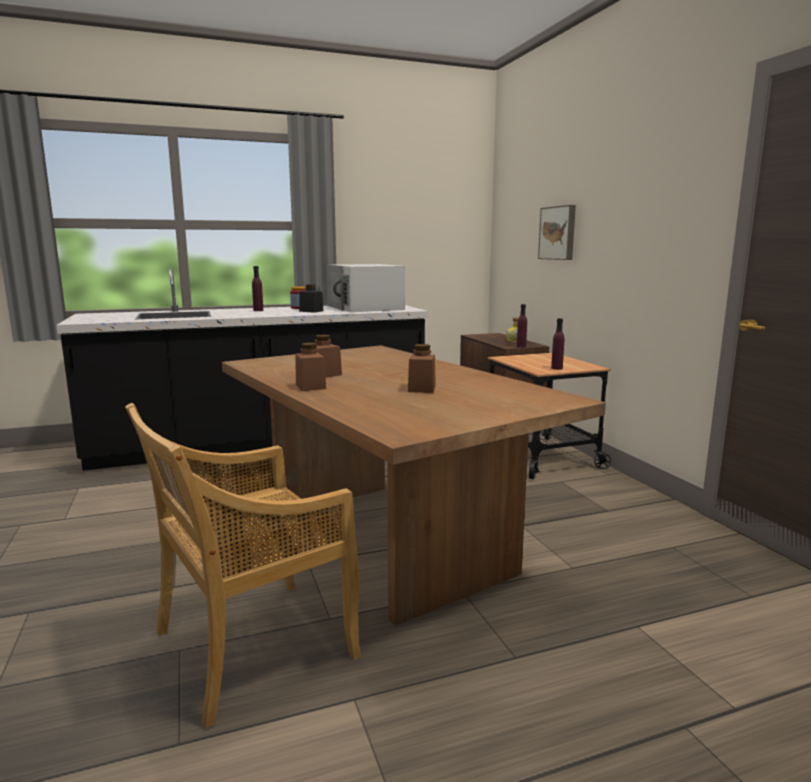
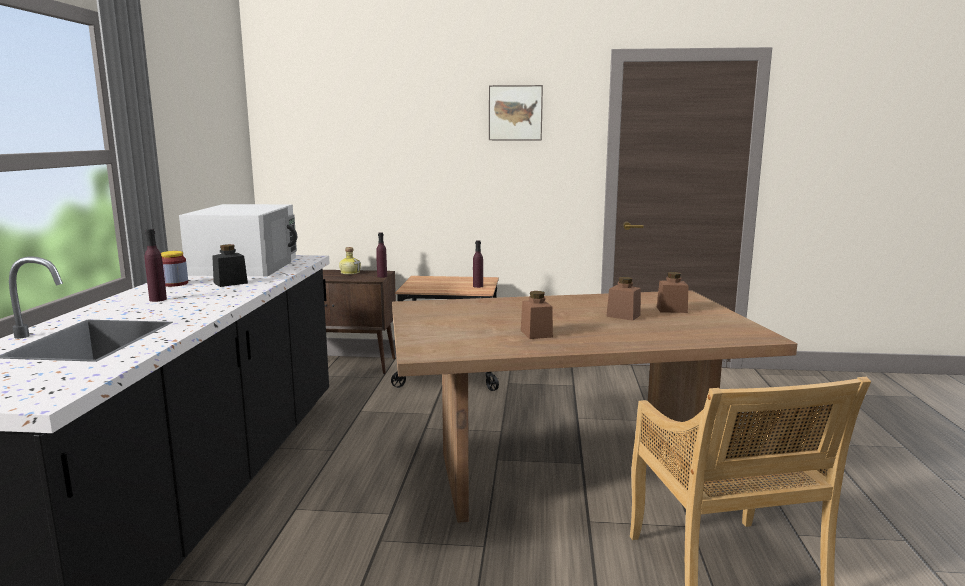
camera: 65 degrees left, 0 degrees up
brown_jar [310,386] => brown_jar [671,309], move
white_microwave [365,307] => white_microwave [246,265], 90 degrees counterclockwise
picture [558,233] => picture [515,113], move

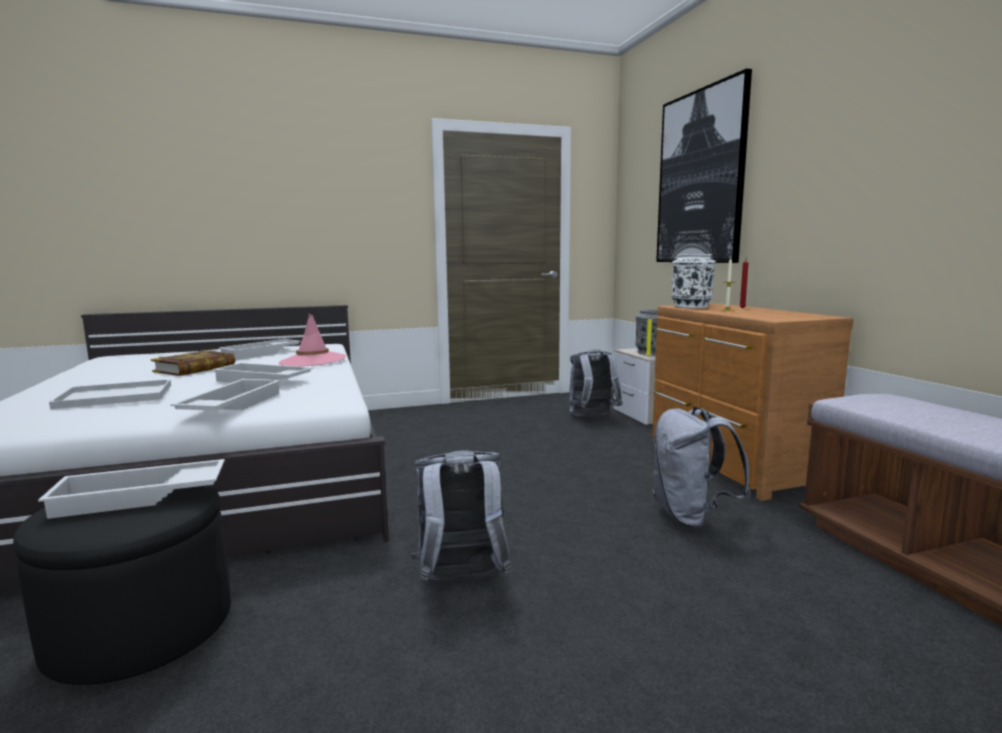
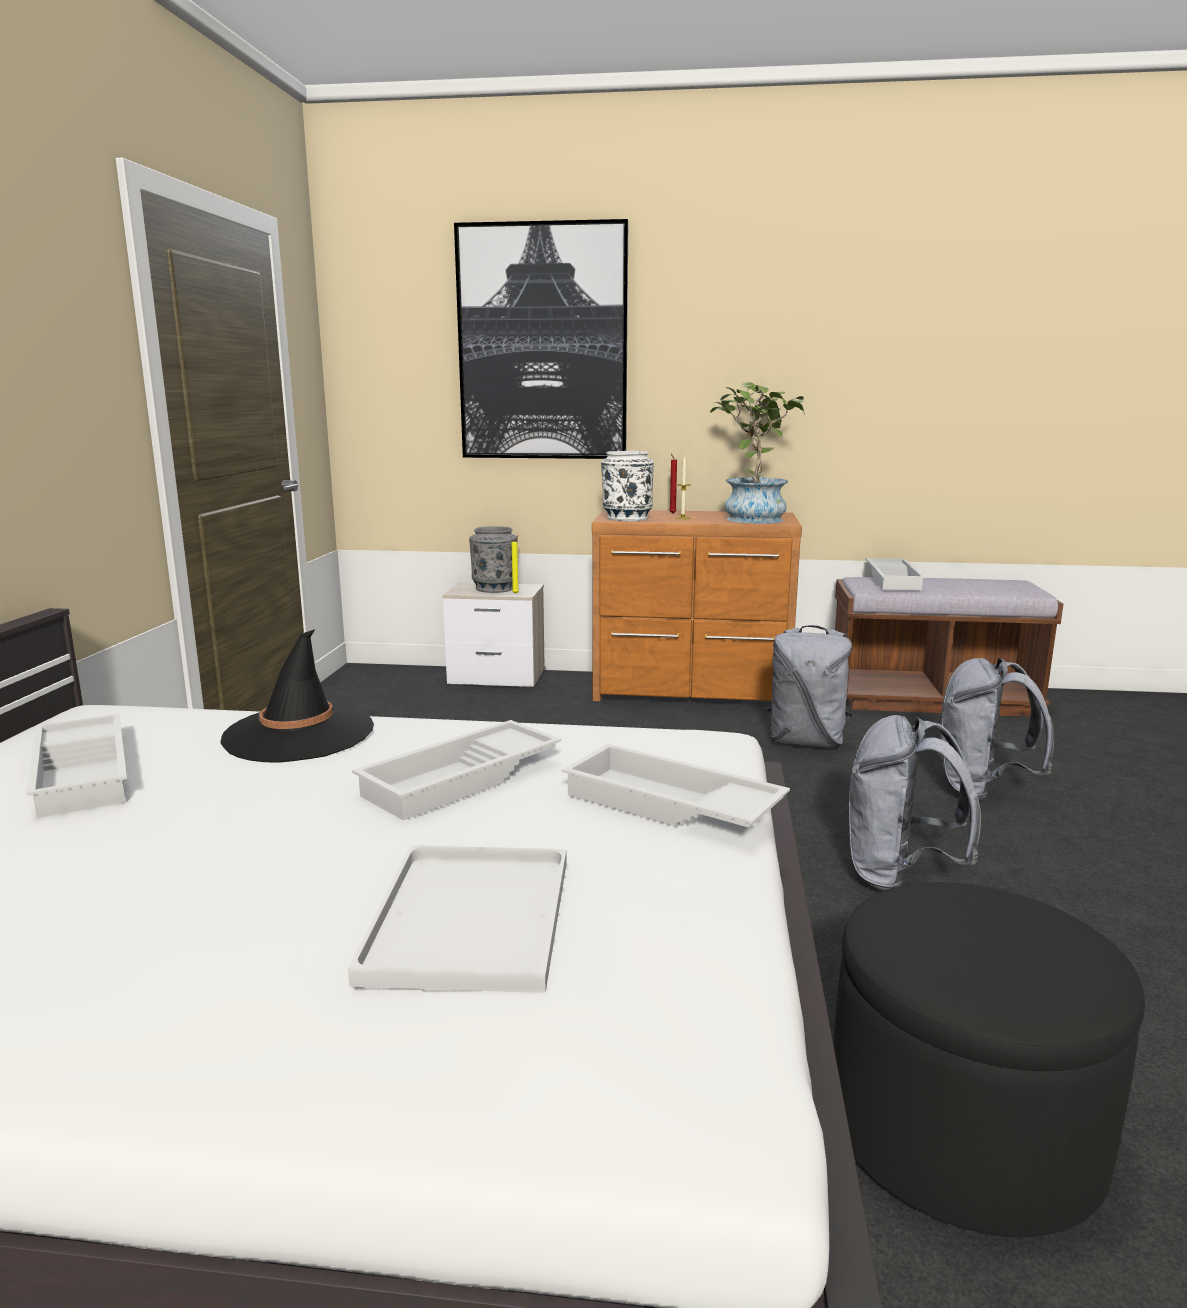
camera: 65 degrees left, 5 degrees up
white_tray [139,497] => white_tray [894,580], move
book [195,369] => nothing
pink_hat [313,361] => black_hat [299,734]
grey_backpack [592,418] => grey_backpack [981,790], move
nothing => potted_plant [753,518]

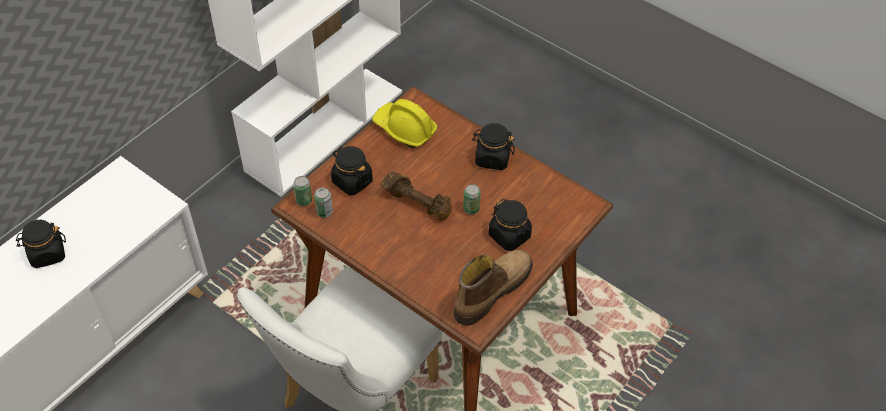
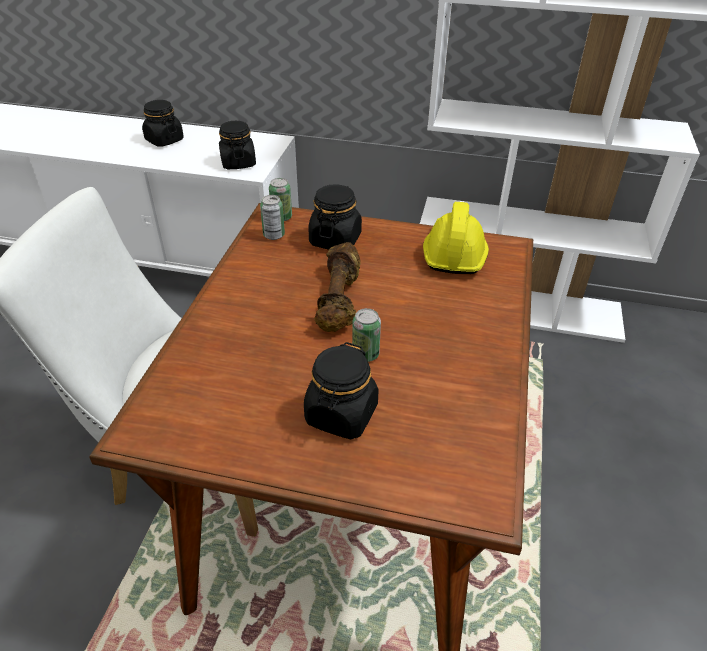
camera: 65 degrees right, 10 degrees down
boot [491,290] => nothing
black_jar [492,158] => black_jar [238,163], move

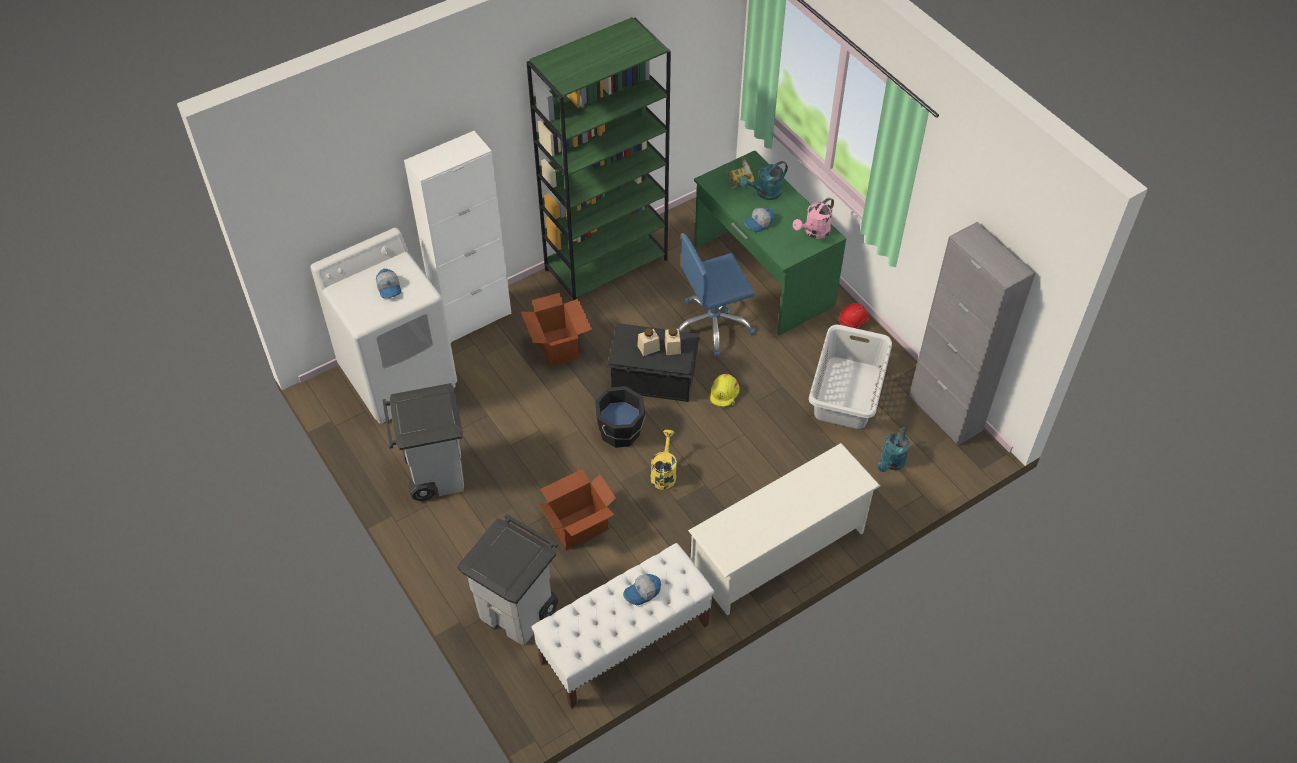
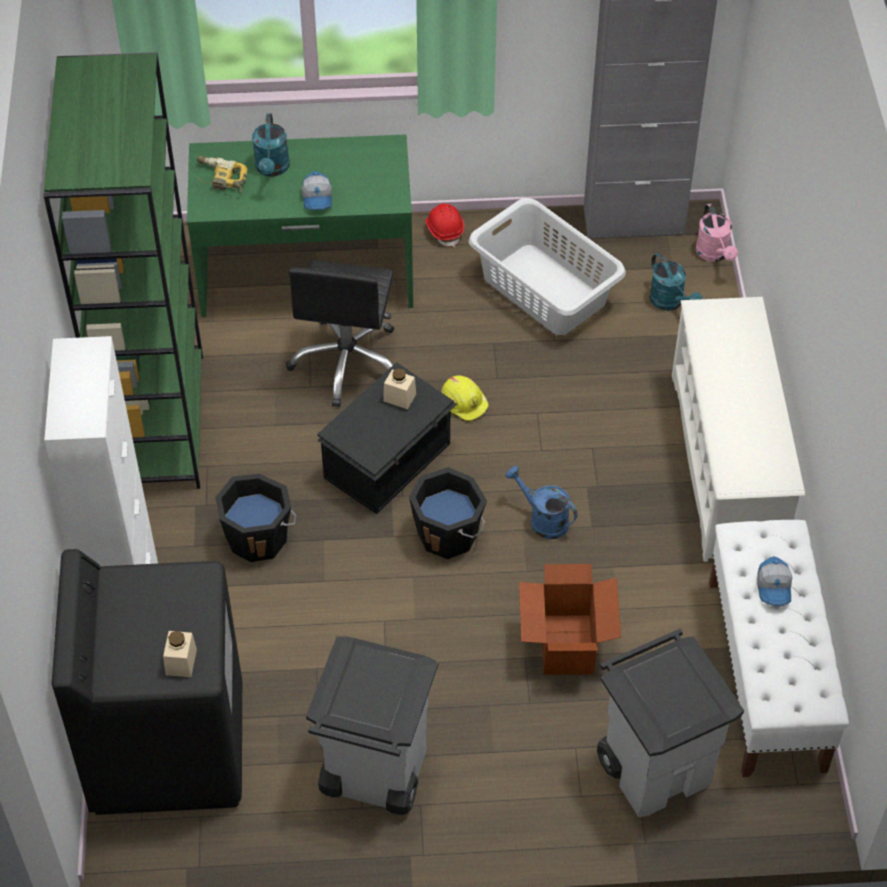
camera: 60 degrees left, 0 degrees up
white_washing_machine [399,376] => black_washing_machine [167,746]
cap [389,288] => nothing
cardboard_box [558,346] => black_bucket [258,537]
beige_jar [648,348] => beige_jar [181,662], move
yellow_watering_can [663,473] => blue_watering_can [542,519]
blue_office_chair [713,325] => black_office_chair [348,361]
pink_watering_can [814,232] => pink_watering_can [714,254], move

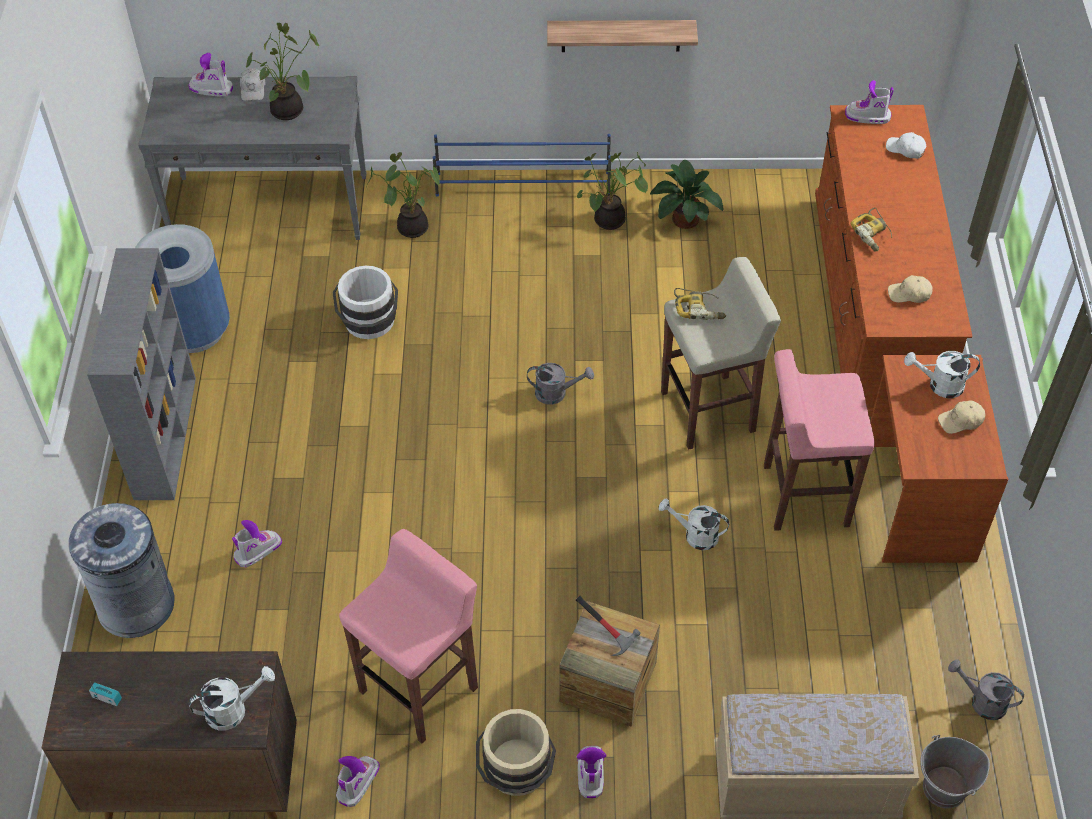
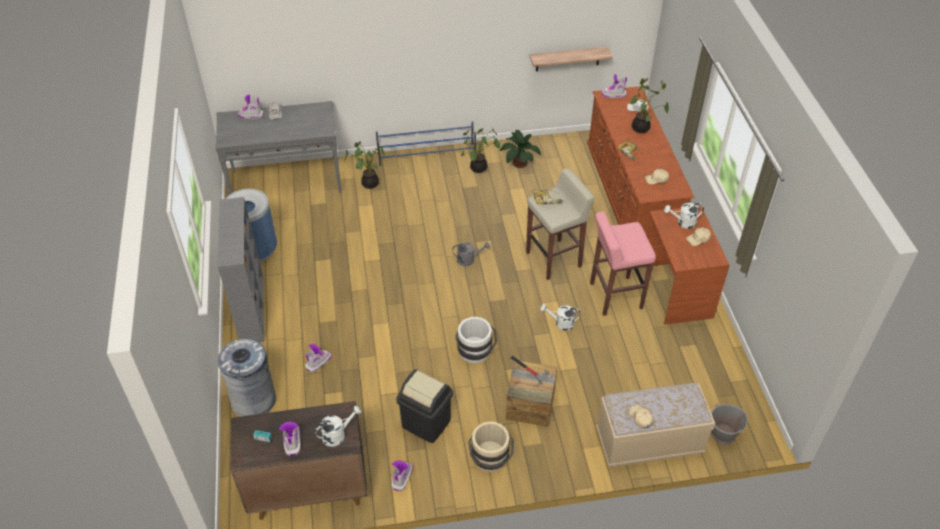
camera: 10 degrees left, 5 degrees down
potted_plant [289,112] => potted_plant [642,128], move
white_bucket [369,324] => white_bucket [475,353], move
pink_stool [420,688] => black_trash_can [426,423]
shelf [621,35] => shelf [568,59], move
boot [590,774] => boot [292,441], move
grey_watering_can [982,701] => nothing
nothing => beige_cap [641,418]

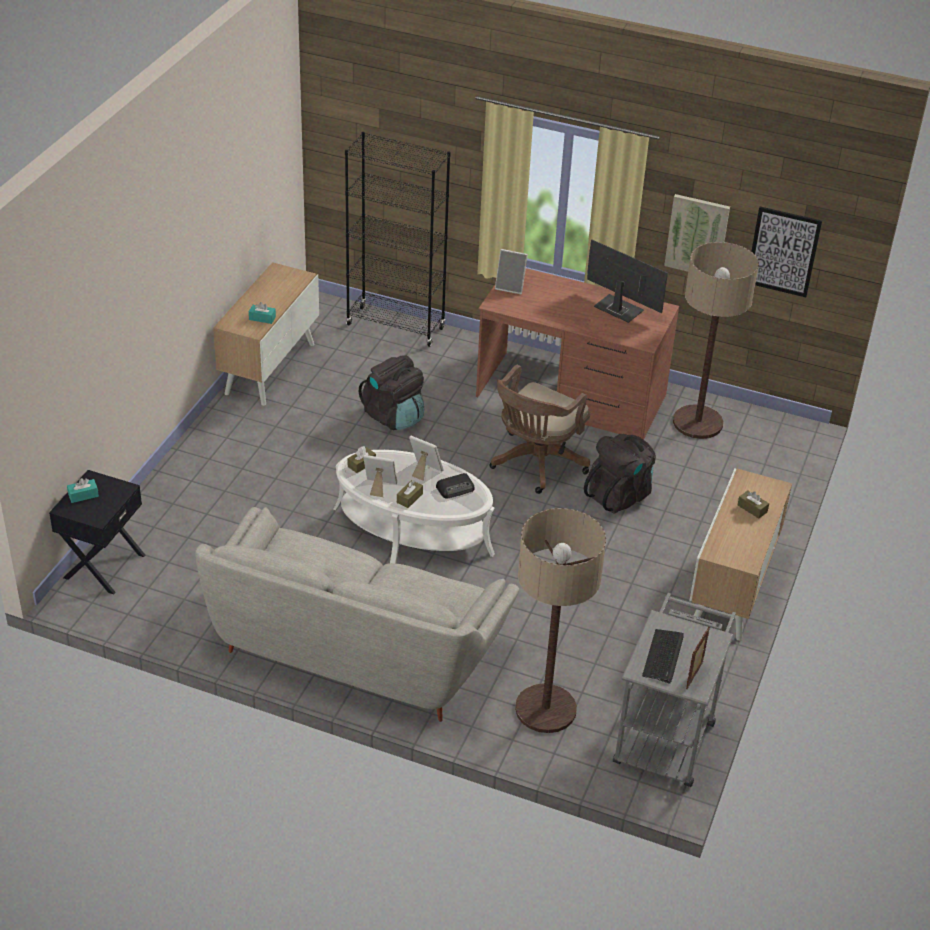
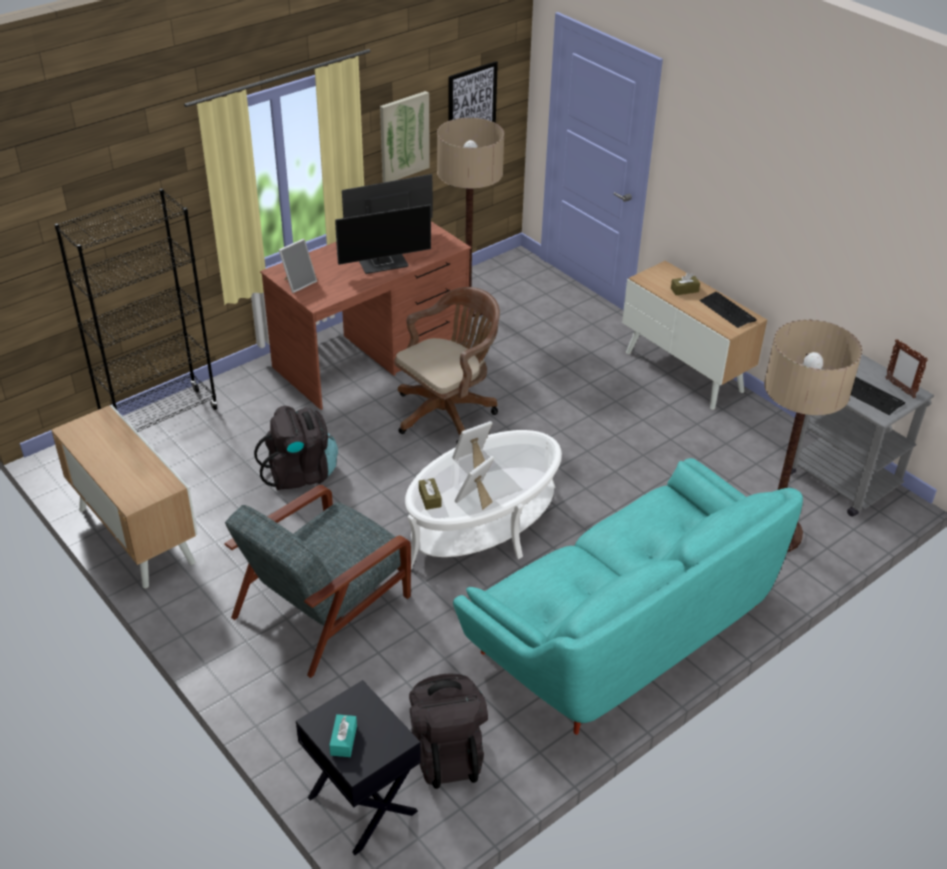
camera: 60 degrees left, 0 degrees up
grey_sofa [356,644] => turquoise_sofa [621,627]
turquoise_tissue_box [262,318] => nothing
brown_tissue_box [409,498] => nothing
radio [456,488] => nothing
brown_office_chair [535,464] => brown_office_chair [448,411], 105 degrees counterclockwise
black_backpack [619,495] => black_backpack [446,752], move
nothing => grey_armchair [324,604]
nothing => monitor [384,263]
nothing => keyboard [727,310]

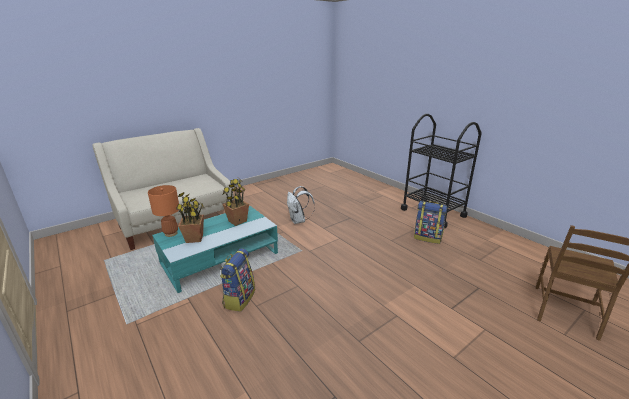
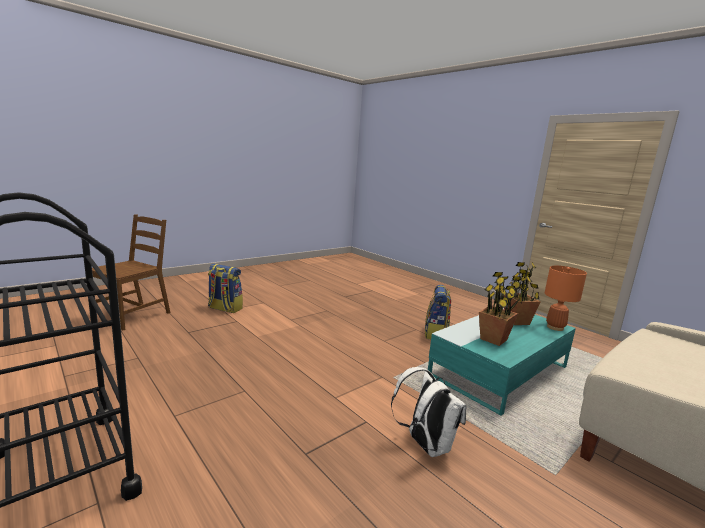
camera: 175 degrees right, 10 degrees down
backpack [428,237] => backpack [224,309], move

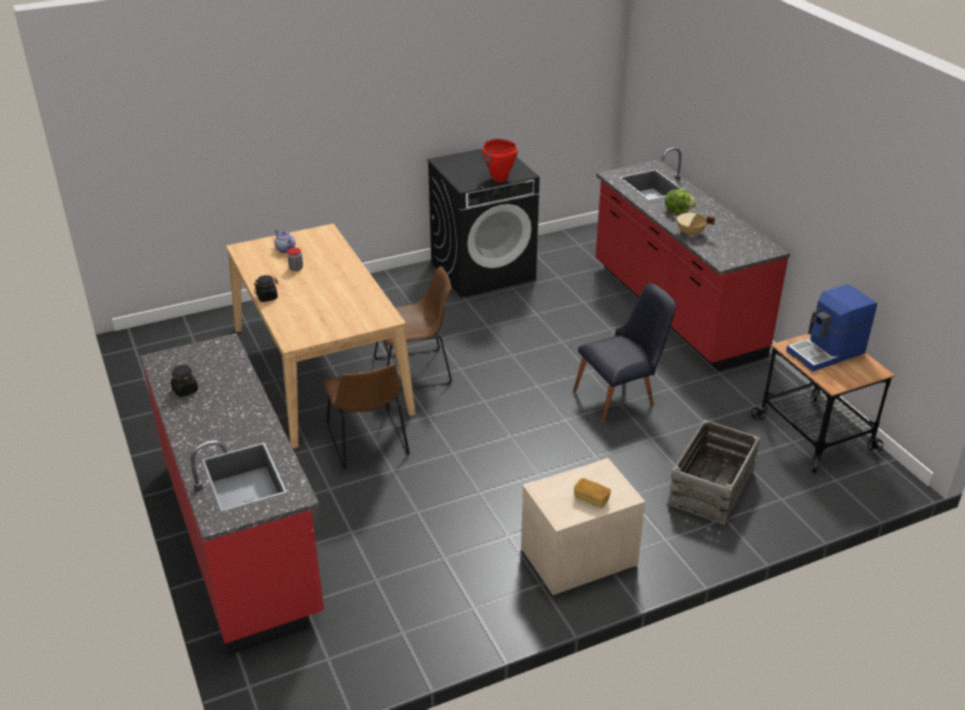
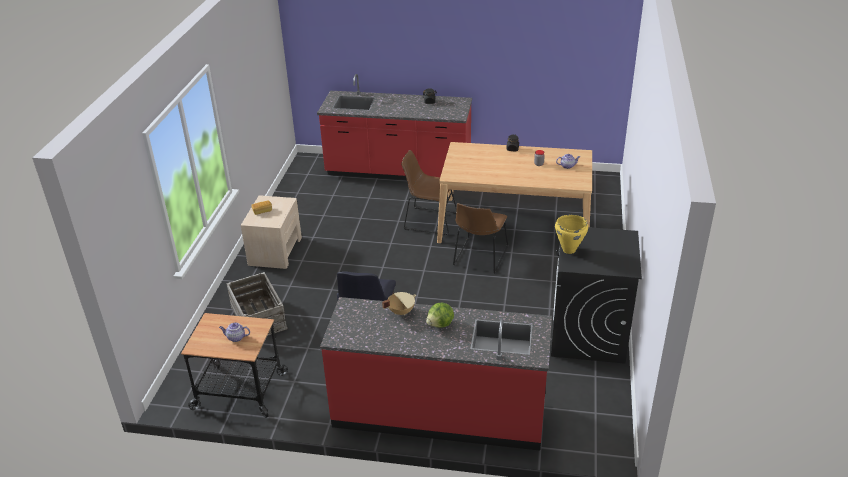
camera: 125 degrees right, 0 degrees up
red_cooking_pot [499,179] => yellow_cooking_pot [568,250]
coffee_machine [827,352] => teapot [235,338]

